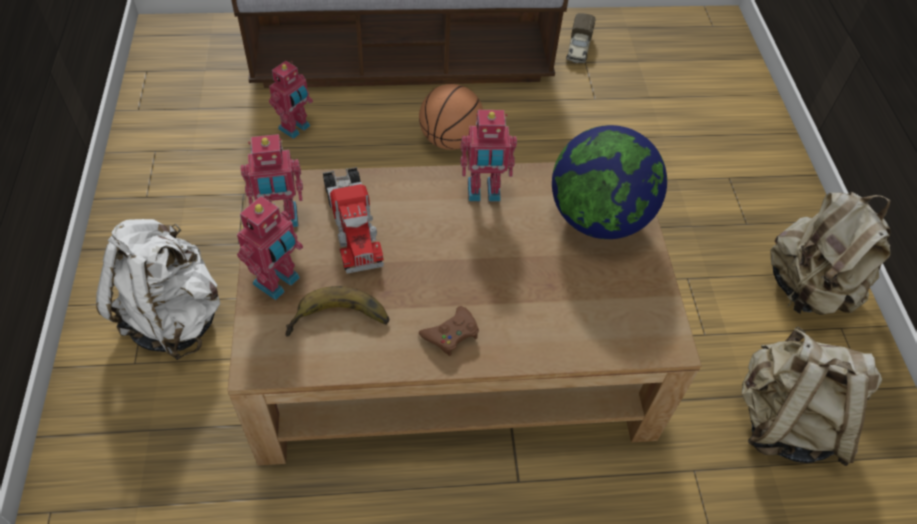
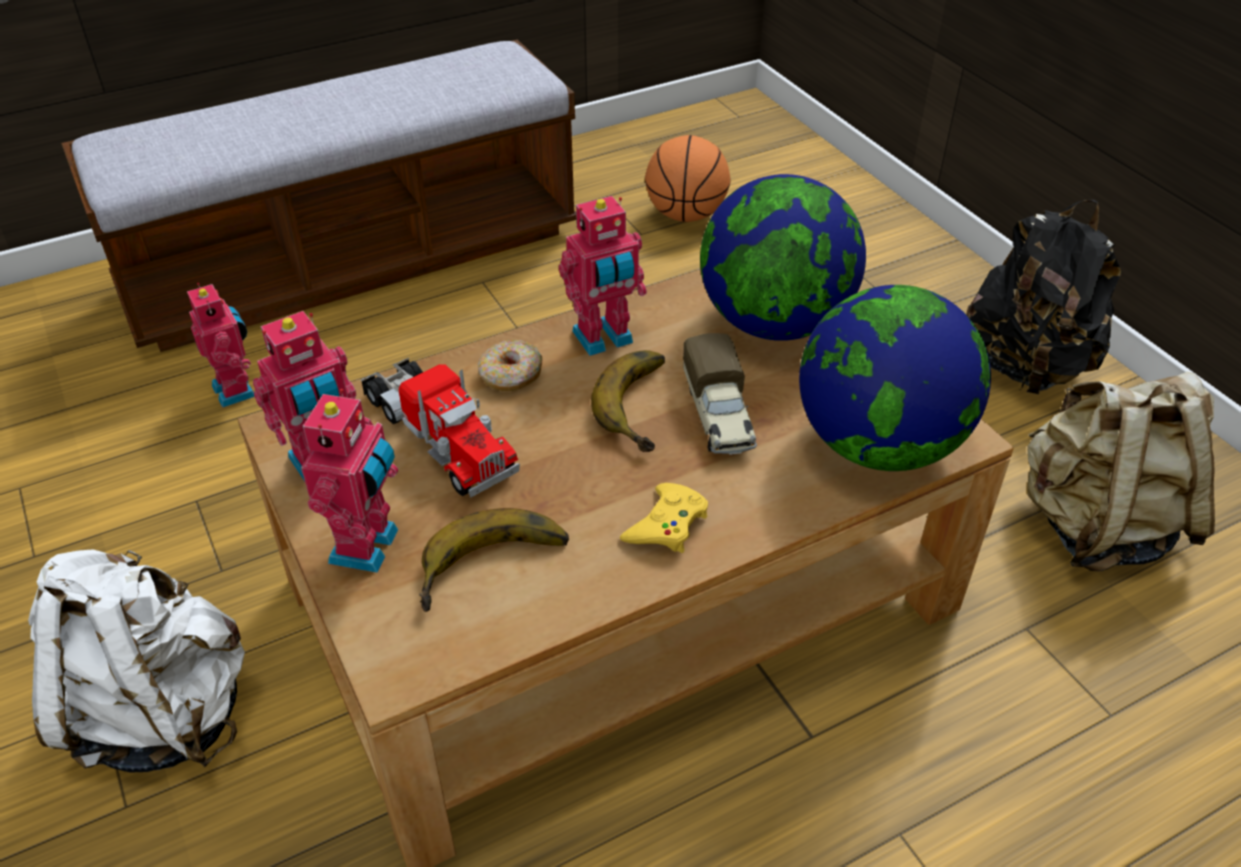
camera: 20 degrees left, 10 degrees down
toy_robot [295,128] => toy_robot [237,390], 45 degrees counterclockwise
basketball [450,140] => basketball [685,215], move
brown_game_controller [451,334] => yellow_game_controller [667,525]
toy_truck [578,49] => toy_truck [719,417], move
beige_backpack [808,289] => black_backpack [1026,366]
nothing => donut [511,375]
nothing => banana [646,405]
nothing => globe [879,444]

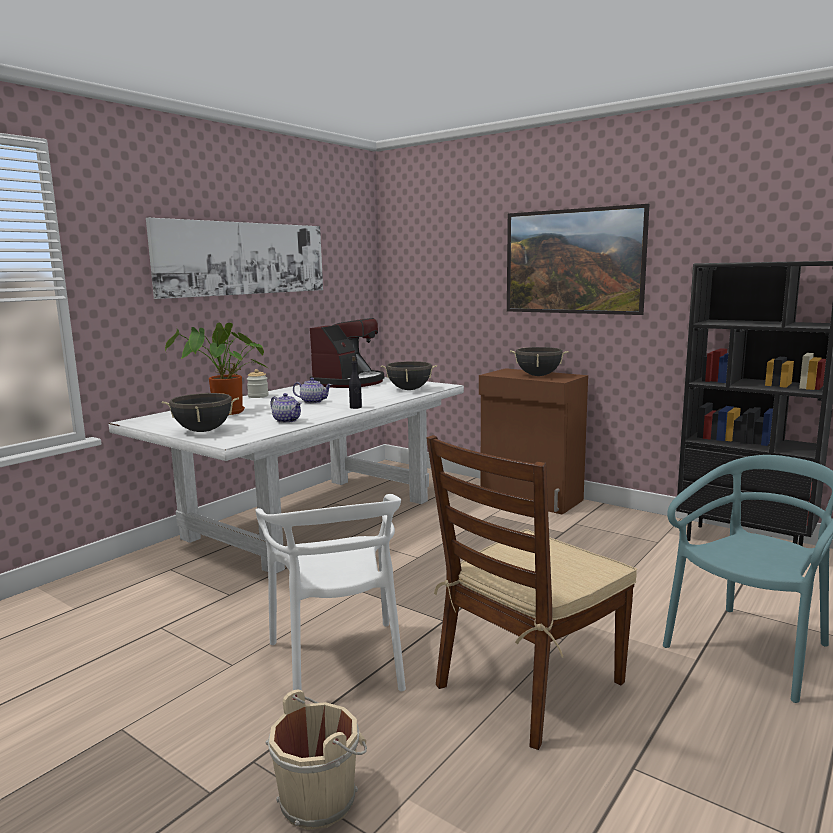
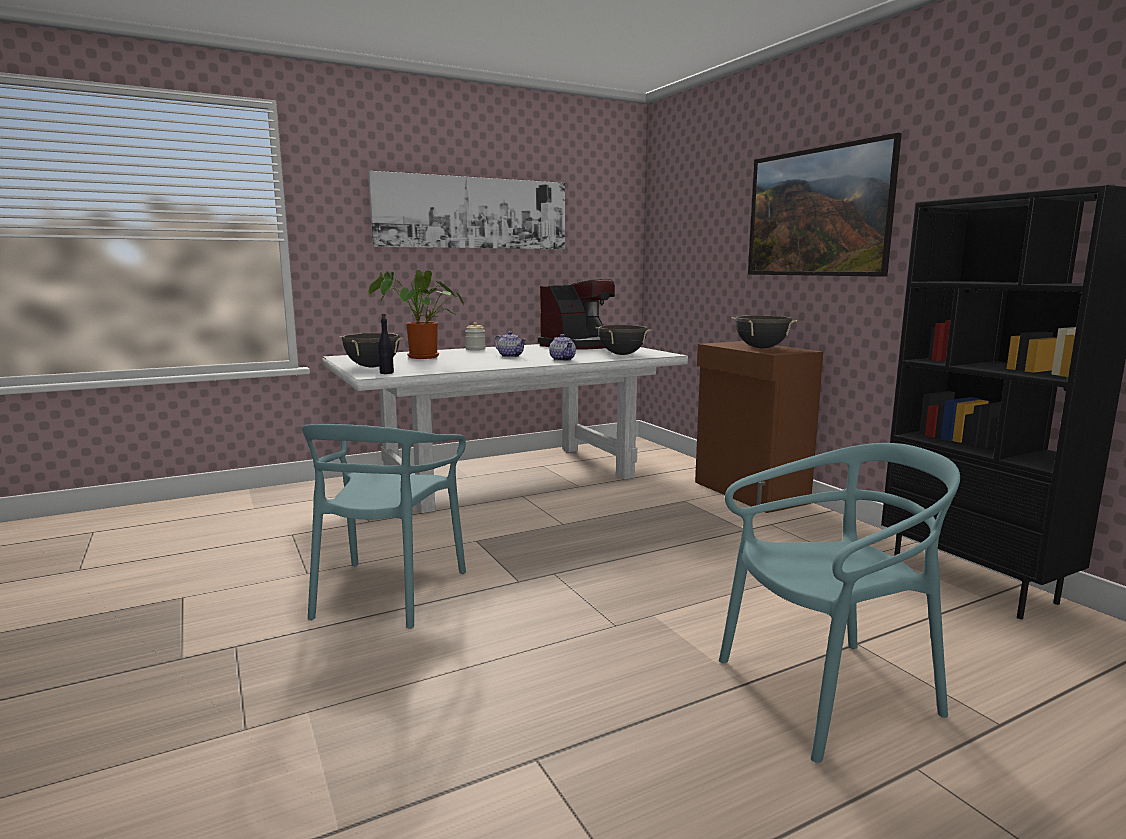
camera: 25 degrees right, 0 degrees up
white_chair [339,663] => turquoise_chair [387,592]
beige_bucket [321,798] => nothing
teapot [287,420] => teapot [563,359], move
black_bottle [355,407] => black_bottle [386,373], move
brown_chair [528,685] => nothing

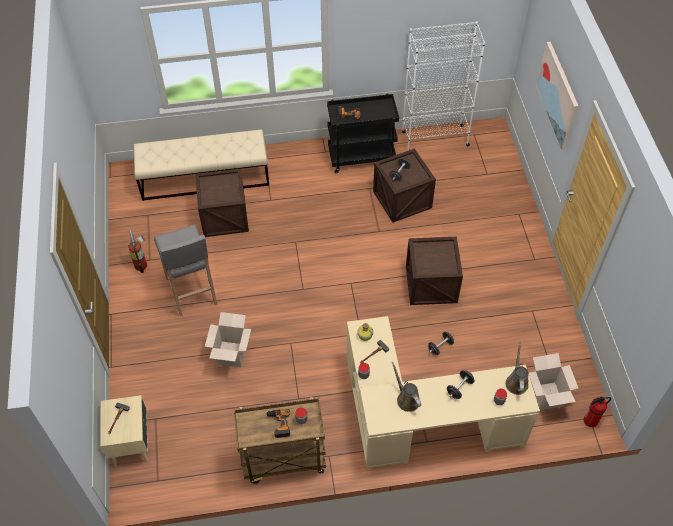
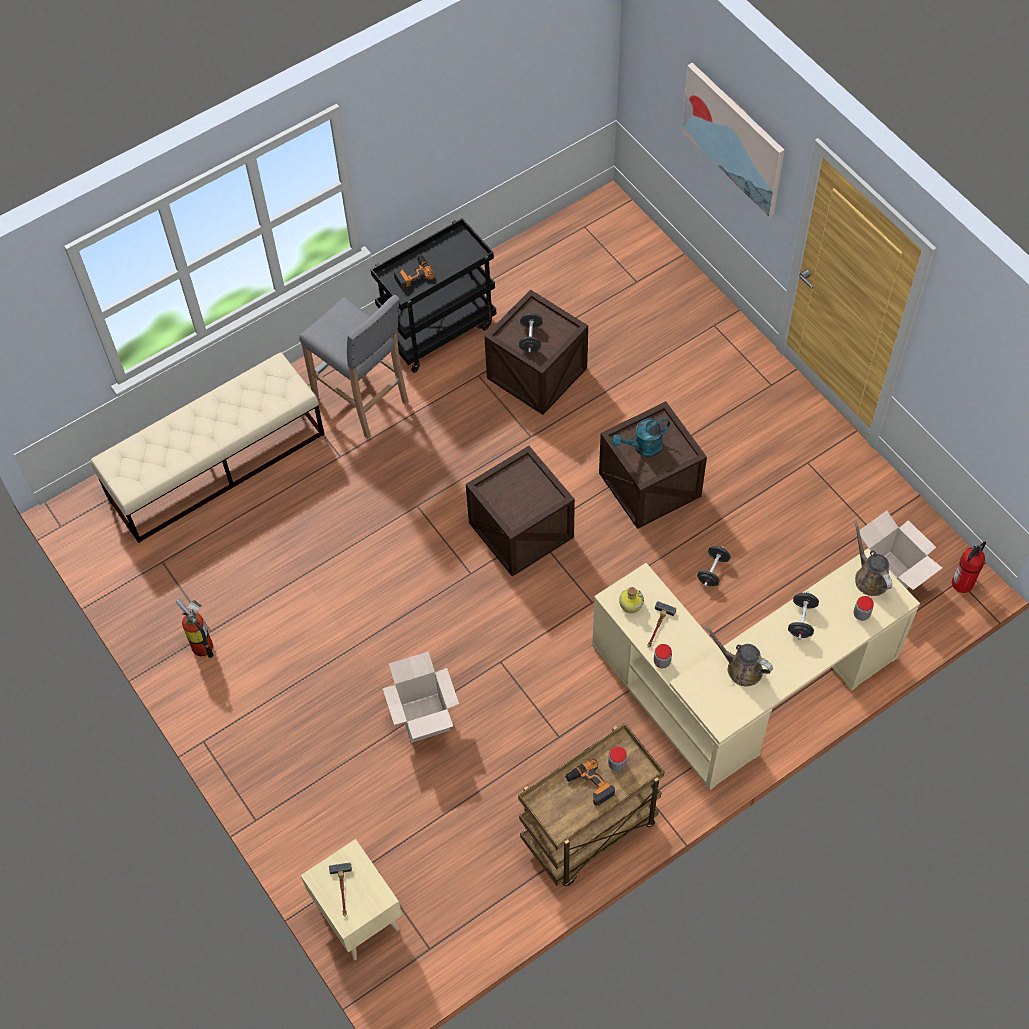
camera: 25 degrees left, 5 degrees up
grey_stool [192,292] => grey_stool [362,401], move
crate [224,217] => crate [521,530], move
white_bookcase [434,139] => nothing
nothing => turquoise_watering_can [643,448]

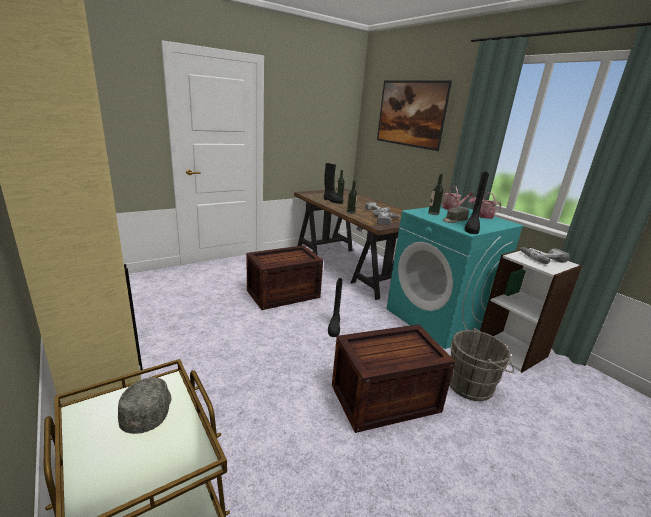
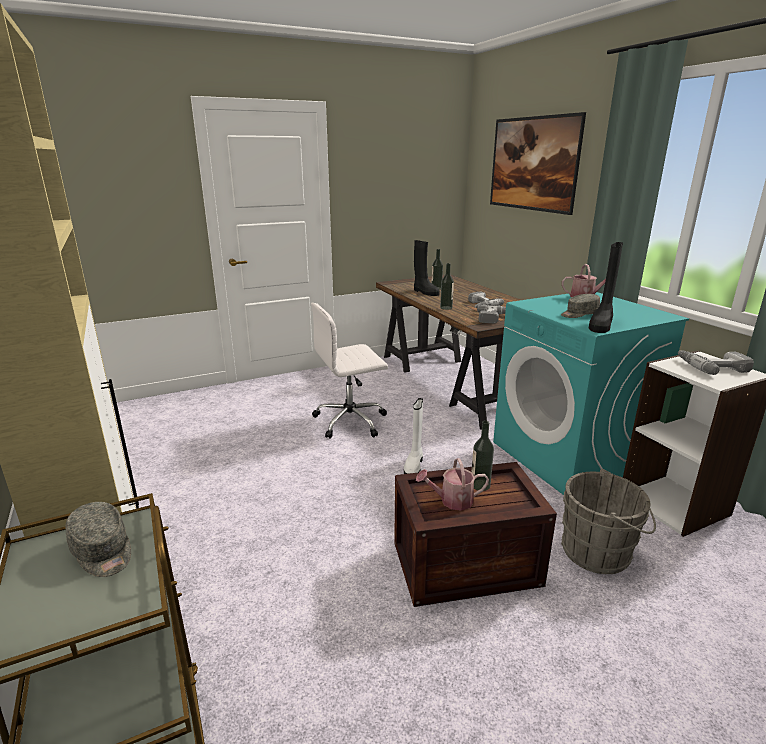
camera: 10 degrees right, 0 degrees up
grey_cap [149,411] => grey_cap [103,552], 135 degrees clockwise
crate [282,294] => white_office_chair [351,421]
black_boot [334,327] => white_boot [414,466]
bottle [433,213] => bottle [480,485], move
watering_can [482,216] => watering_can [452,501], move

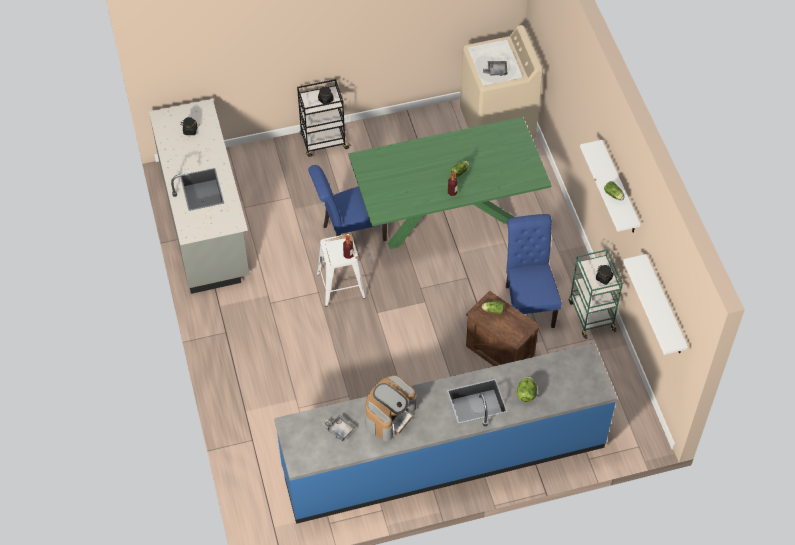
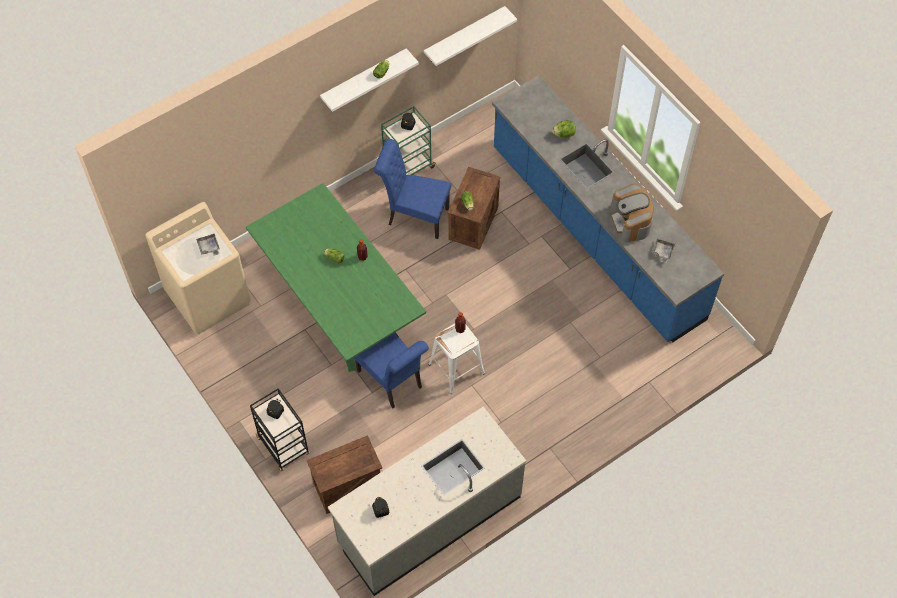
camera: 110 degrees left, 5 degrees up
coffee_machine [389,415] => coffee_machine [630,221], 120 degrees counterclockwise
blue_chair [528,303] => blue_chair [414,216], 45 degrees clockwise
nothing => crate [347,487]

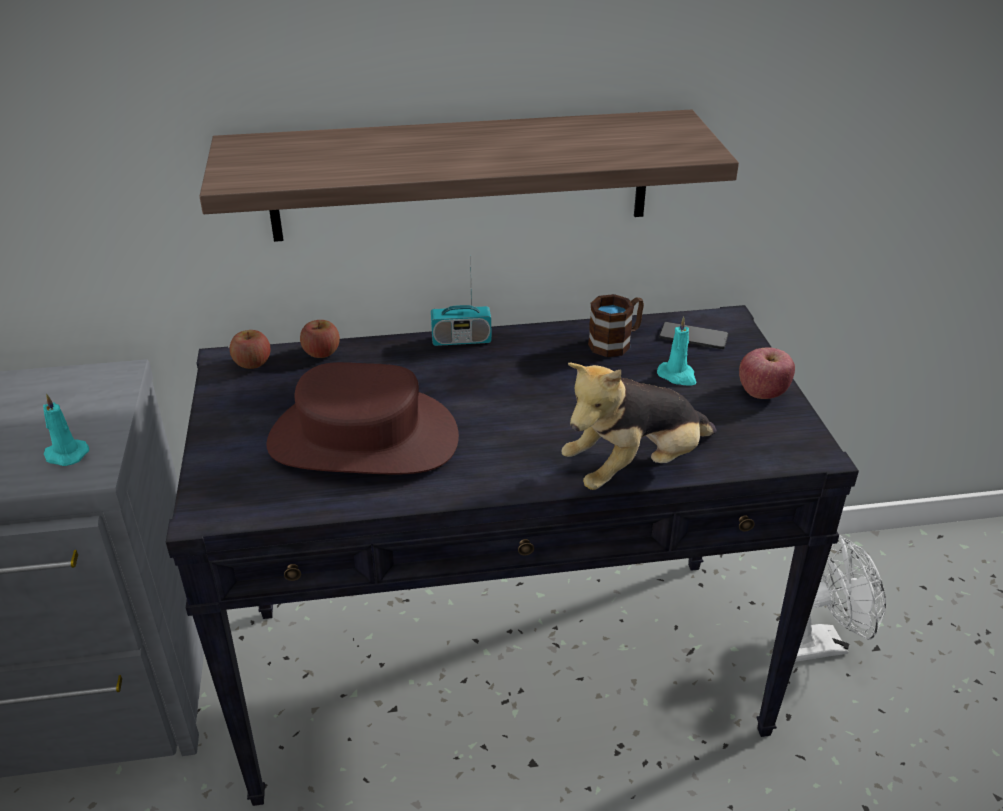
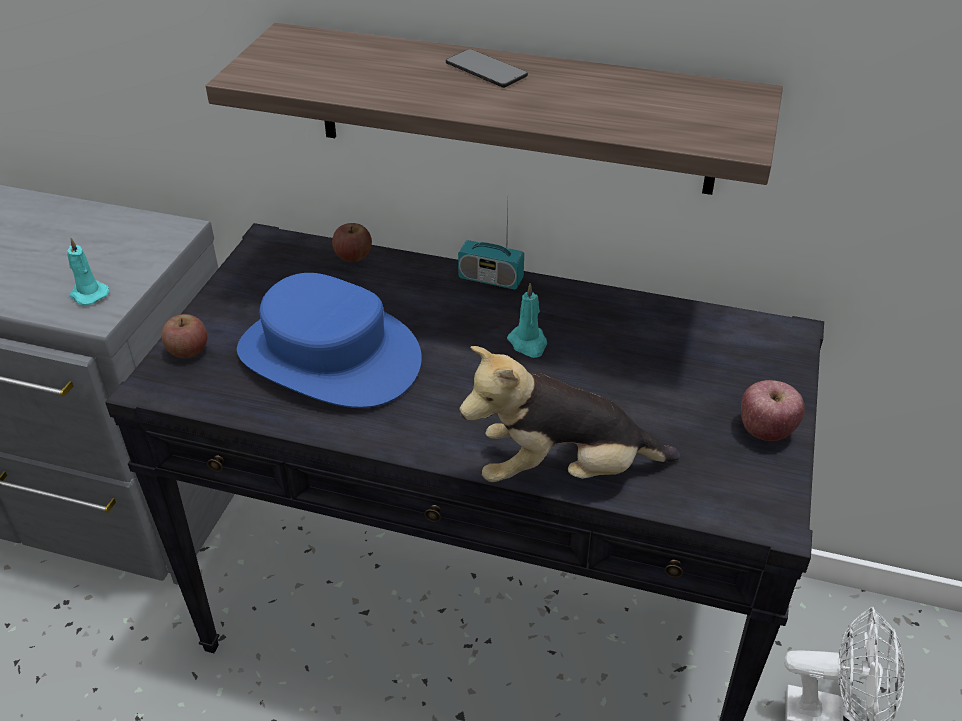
camera: 25 degrees right, 5 degrees up
apple [252,363] => apple [188,350], move
brown_hat [362,440] => blue_hat [328,356]
brown_mug [616,342] => nothing
turquoise_candle [677,376] => turquoise_candle [528,343], move
phone [693,337] => phone [486,70], move

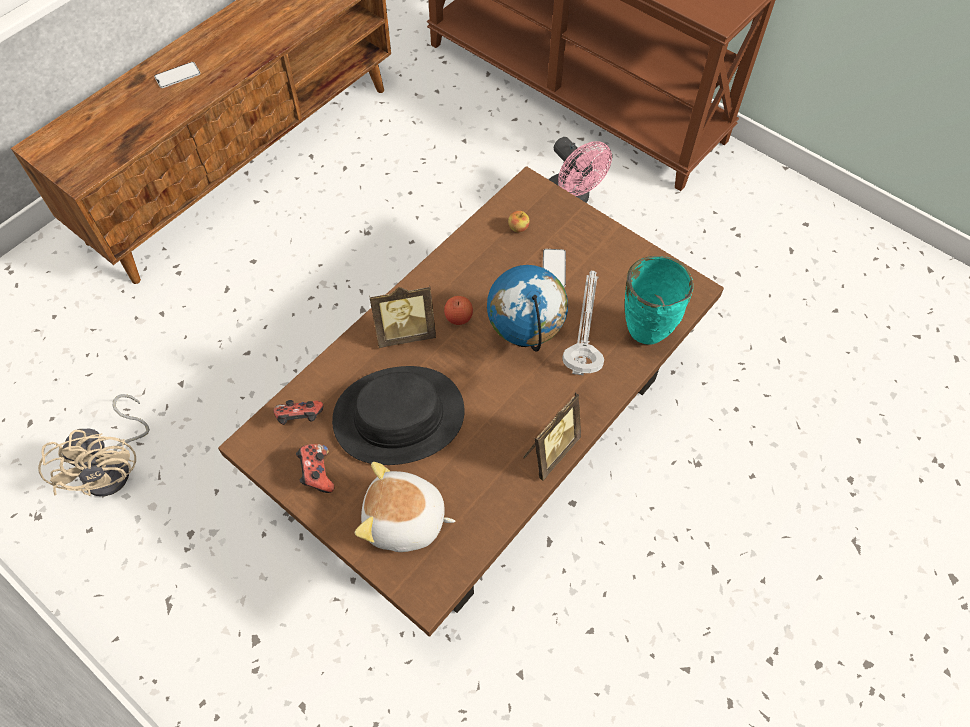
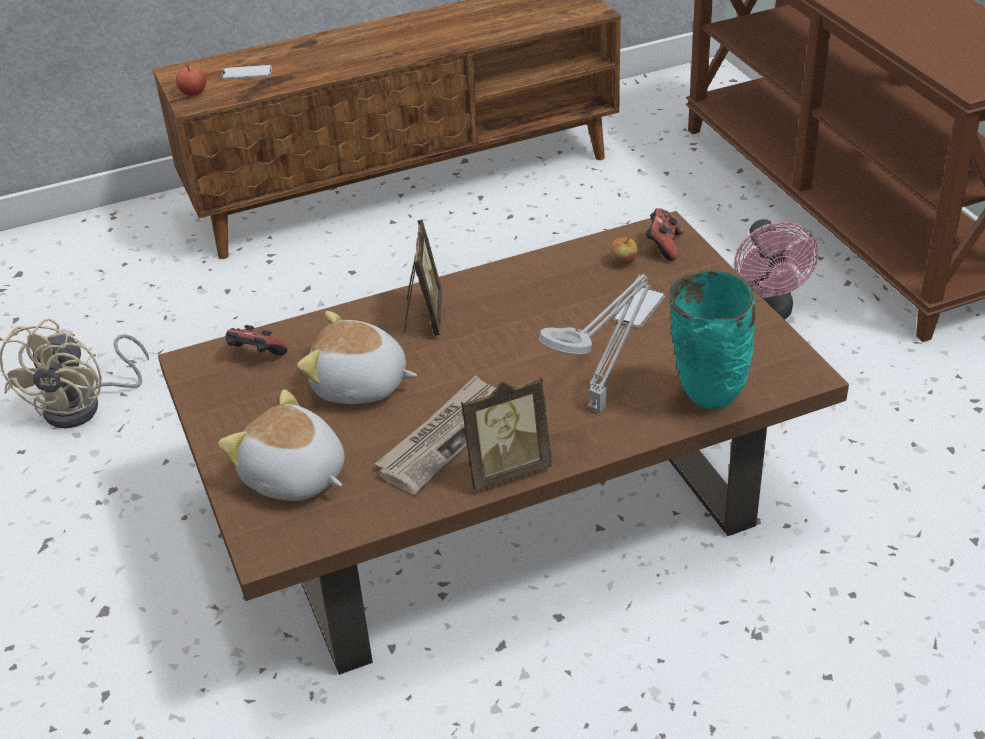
camera: 30 degrees right, 20 degrees down
phone [177,75] => phone [247,73], move
game_controller [317,473] => game_controller [663,246], move
black_hat [399,417] => plush_toy [360,386]
picture_frame [405,333] => picture_frame [423,317], 105 degrees counterclockwise
apple [458,317] => apple [193,92], move
globe [525,337] => nothing
nothing => newspaper [445,437]

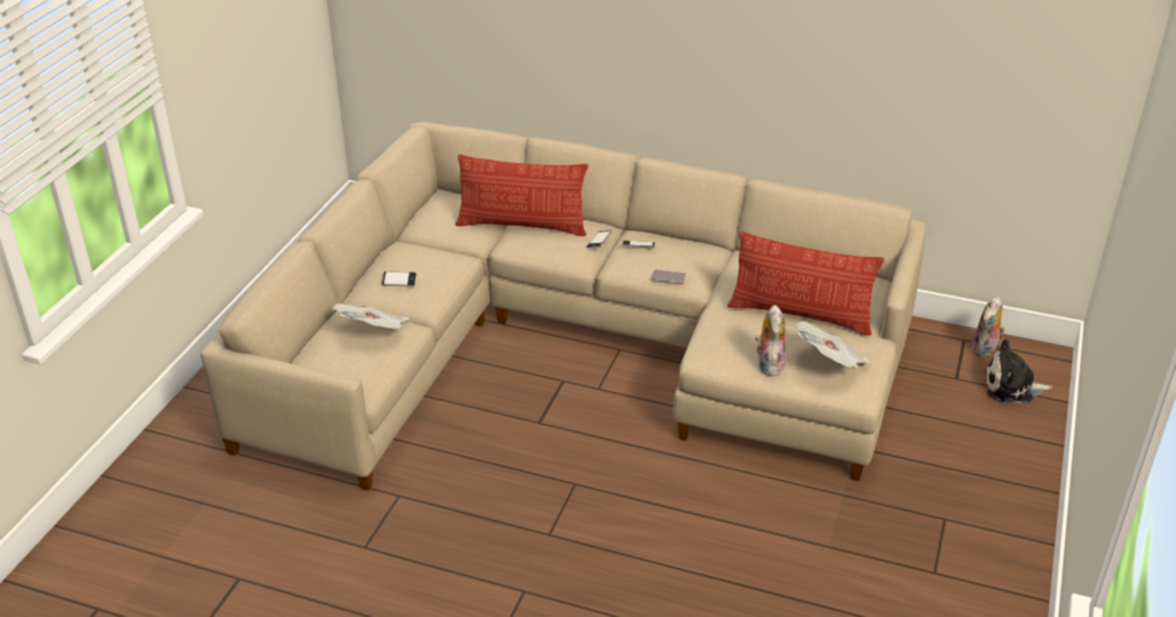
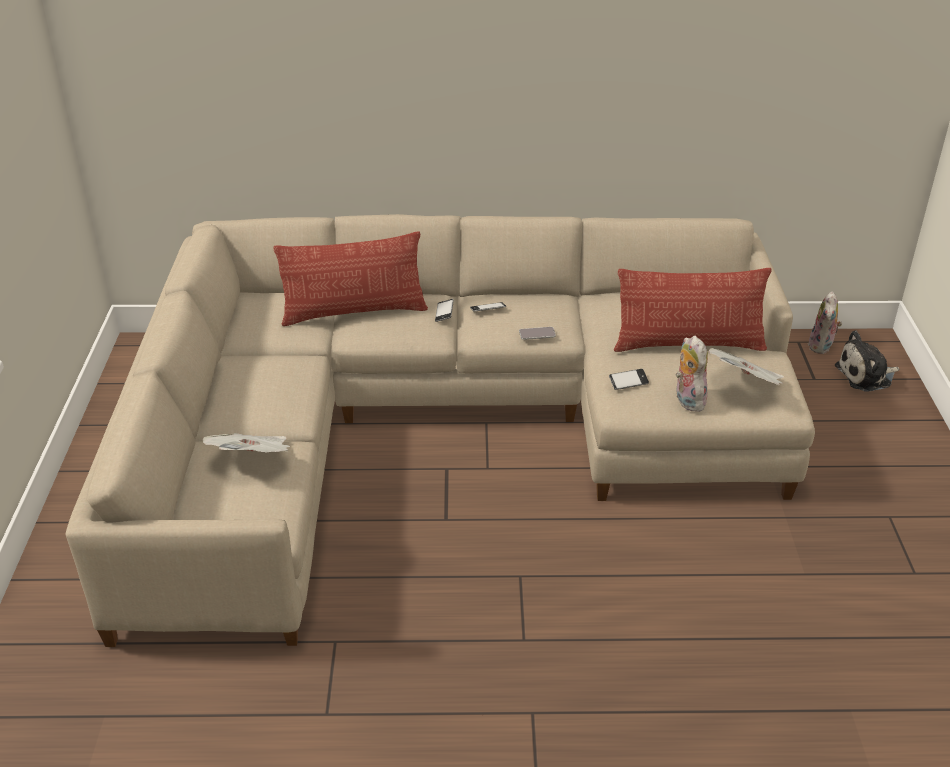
camera: 20 degrees left, 0 degrees up
phone [399,281] => phone [628,382], move

